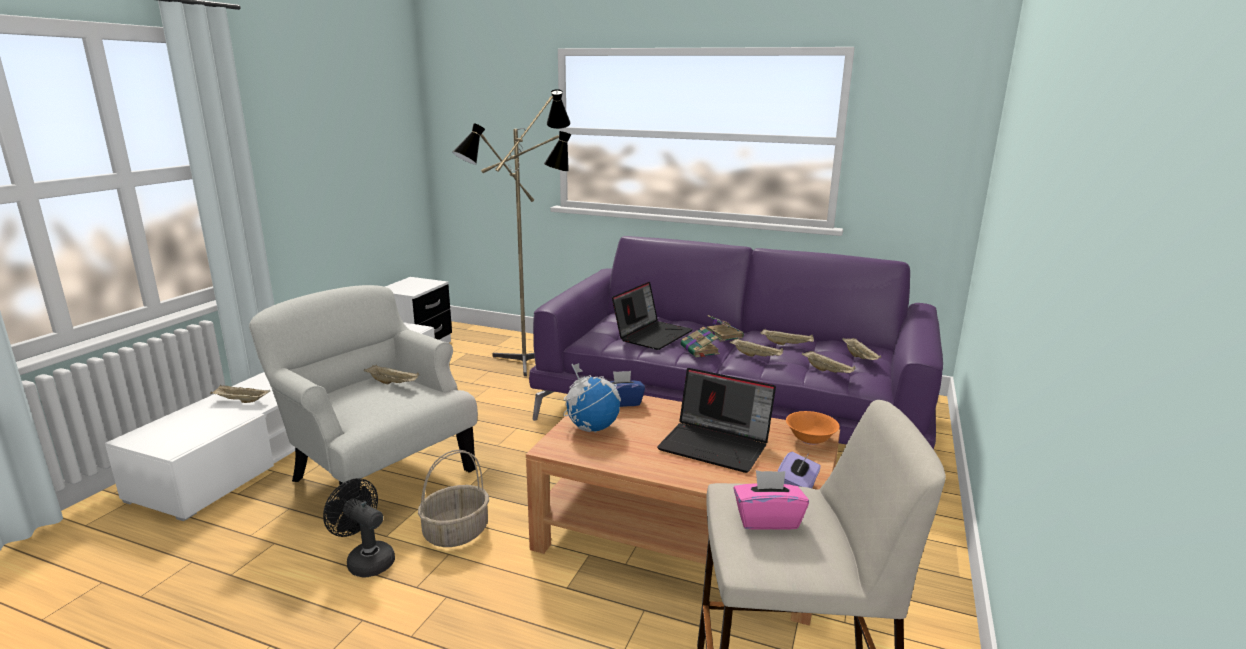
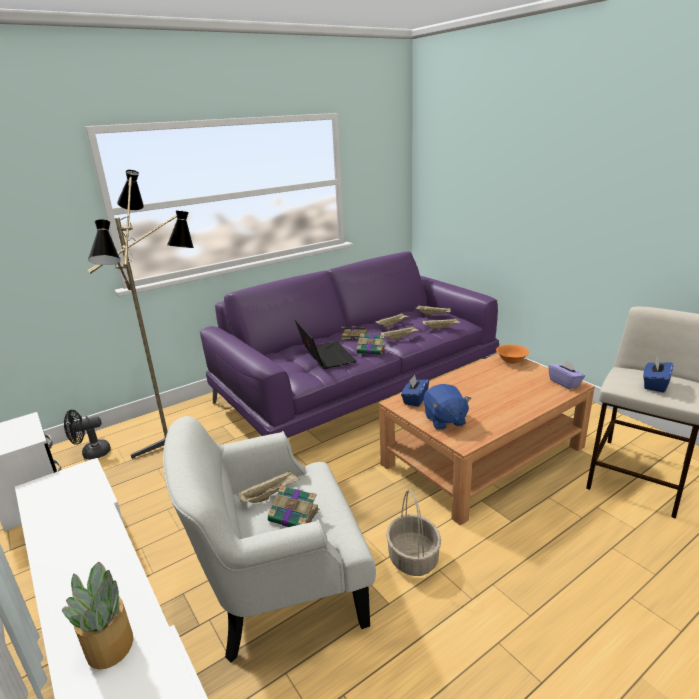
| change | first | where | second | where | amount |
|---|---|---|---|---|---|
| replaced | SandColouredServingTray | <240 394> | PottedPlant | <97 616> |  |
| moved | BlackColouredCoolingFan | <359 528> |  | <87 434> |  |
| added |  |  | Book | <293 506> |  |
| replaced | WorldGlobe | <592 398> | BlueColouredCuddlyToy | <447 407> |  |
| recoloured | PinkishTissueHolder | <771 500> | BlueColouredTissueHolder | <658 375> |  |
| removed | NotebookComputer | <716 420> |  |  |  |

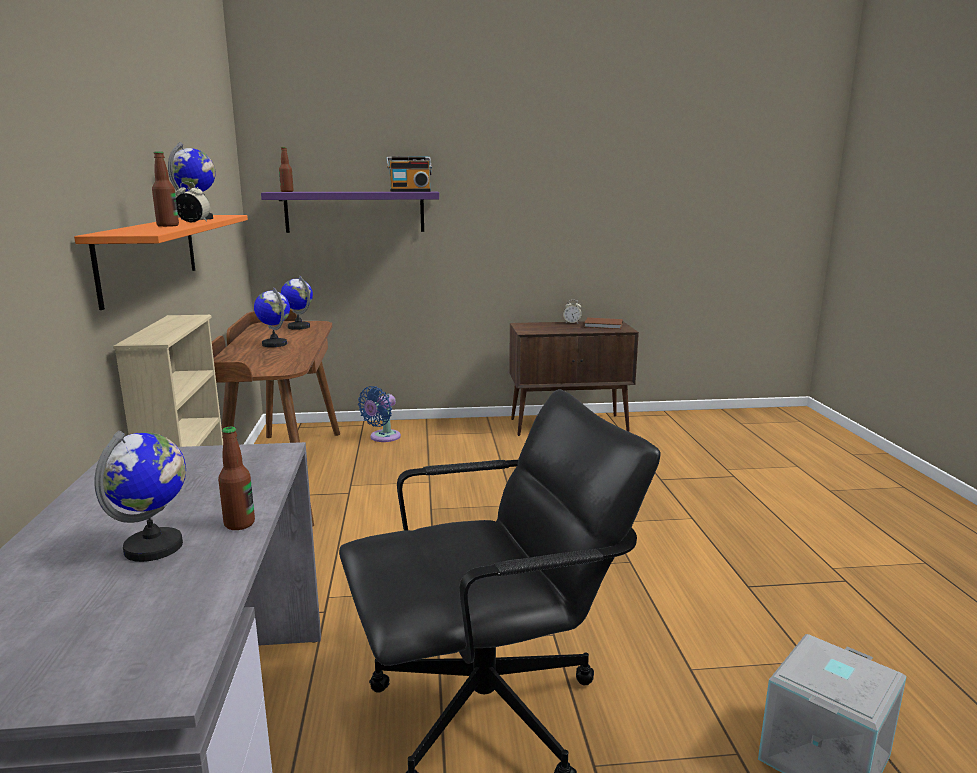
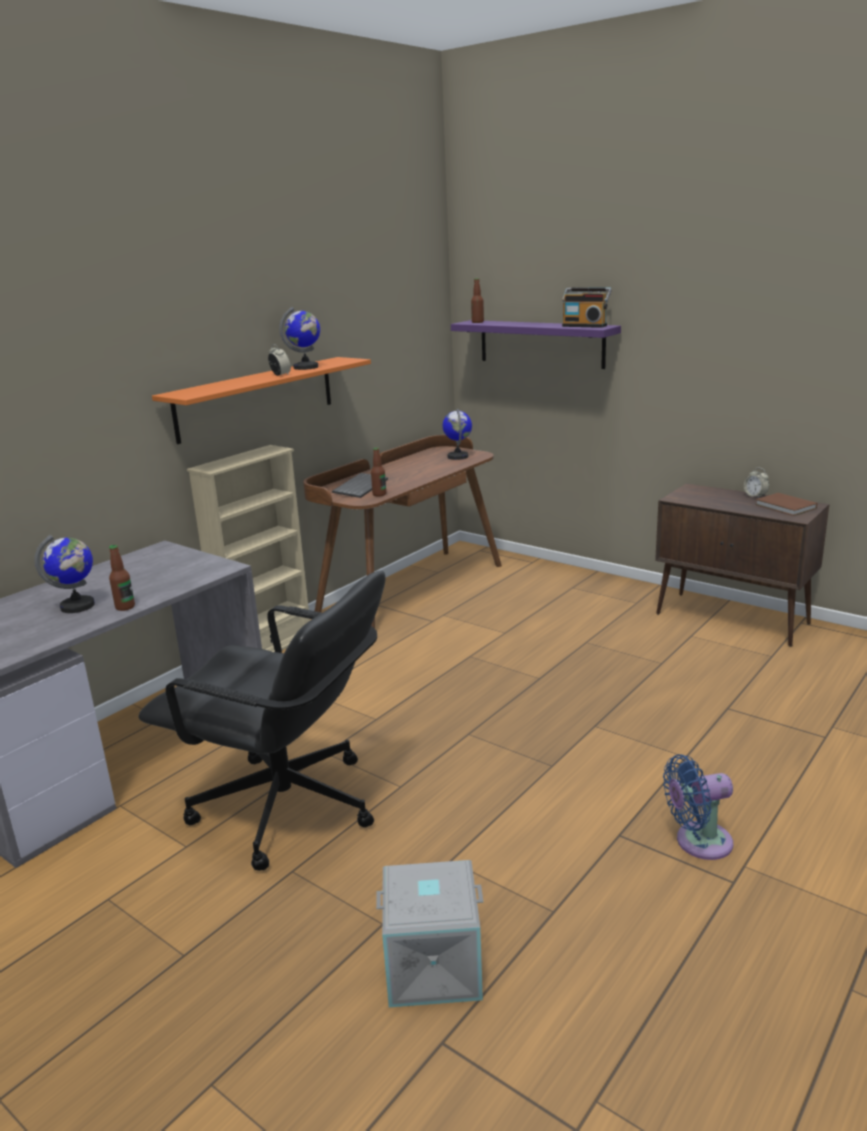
| change | first | where | second | where | amount |
|---|---|---|---|---|---|
| added |  |  | PcKeyboard | <360 485> |  |
| moved | DrinkBottle | <165 189> |  | <378 472> |  |
| moved | BlueColouredCoolingFan | <379 414> |  | <698 807> |  |
| removed | WorldGlobe | <272 317> |  |  |  |

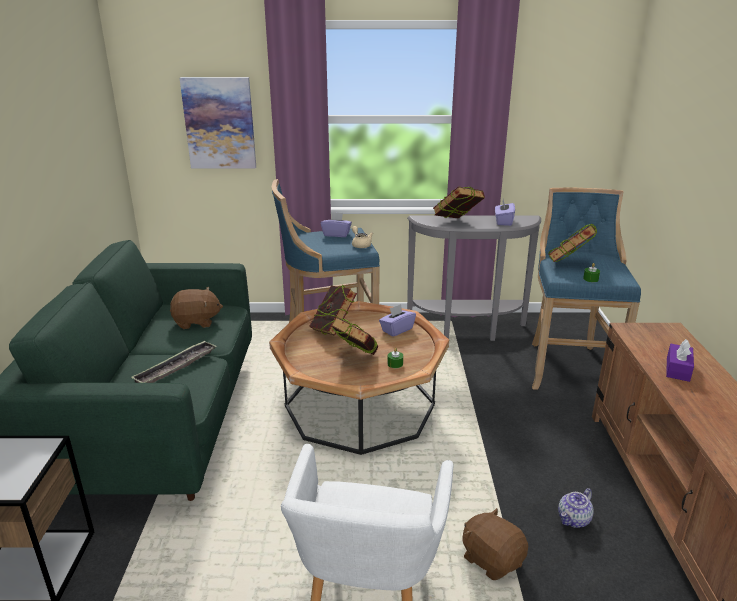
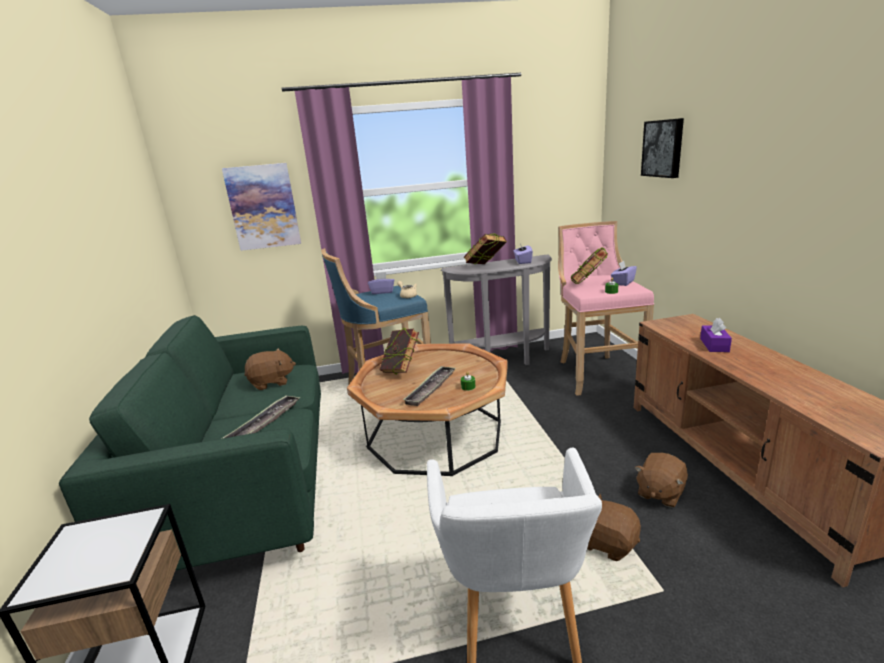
| change | first | where | second | where | amount |
|---|---|---|---|---|---|
| replaced | Book | <354 336> | ServingTray | <429 386> |  |
| recoloured | BlueColouredSittingStool | <586 289> | PinkishSittingStool | <606 308> |  |
| moved | PurplishTissueHolder | <397 320> |  | <624 273> |  |
| replaced | Teapot | <576 508> | BrownColouredCuddlyToy | <661 480> |  |
| added |  |  | Picture | <662 148> |  |

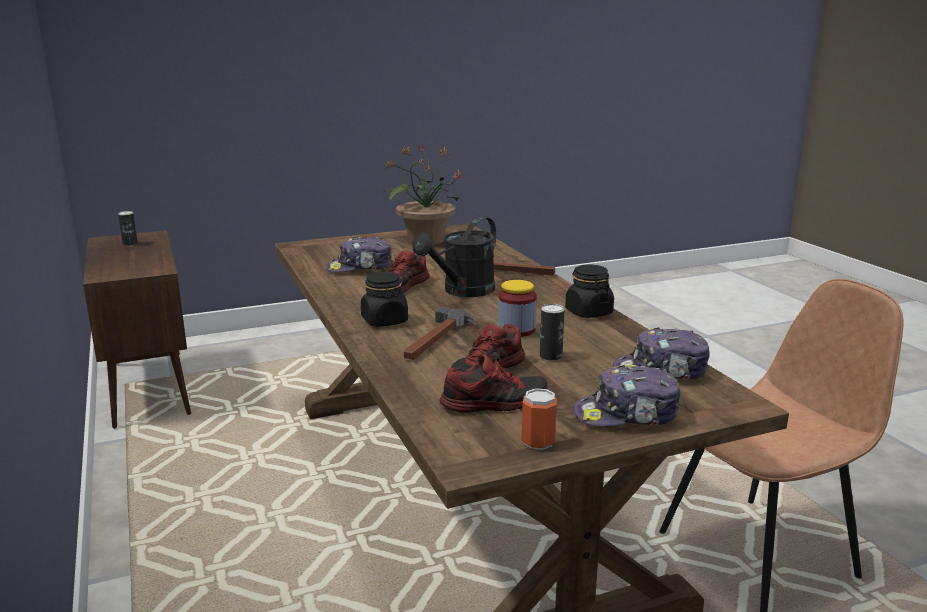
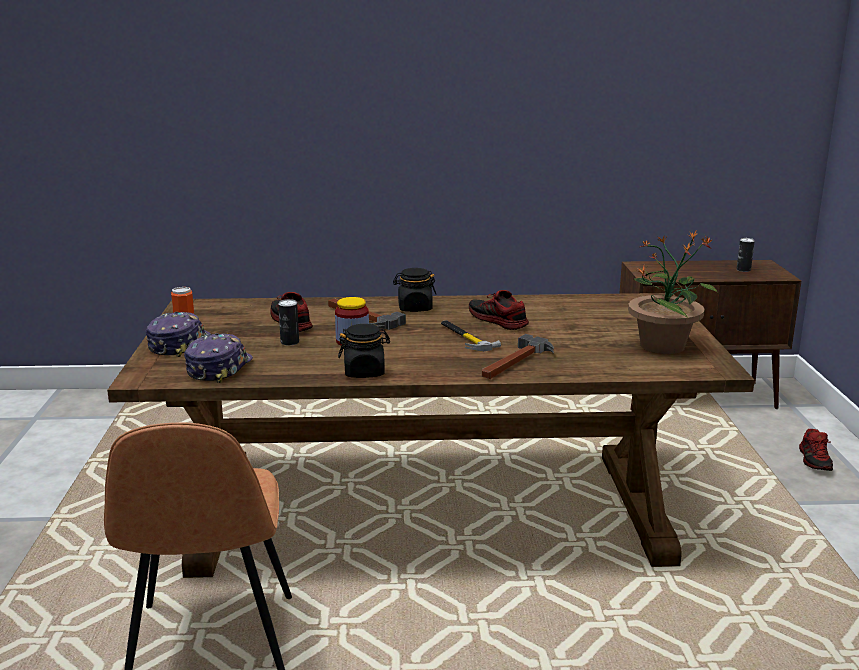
| change | first | where | second | where | amount |
|---|---|---|---|---|---|
| replaced | BlackColouredWateringPot | <454 257> | Hammer | <471 336> |  |
| moved | Shoe | <494 383> |  | <816 450> |  |
| removed | BaseballCap | <359 254> |  |  |  |

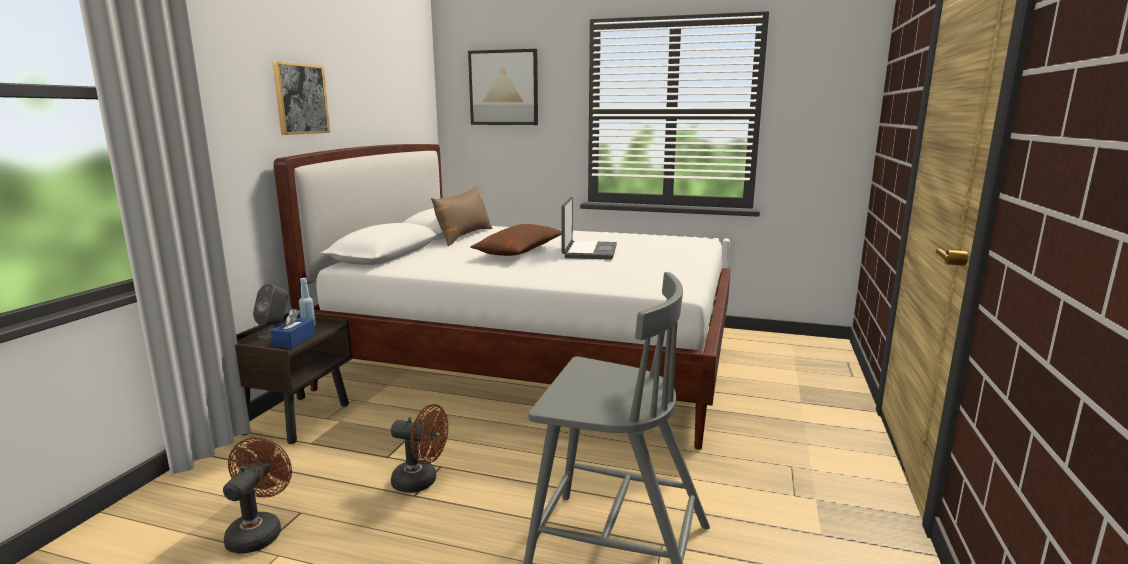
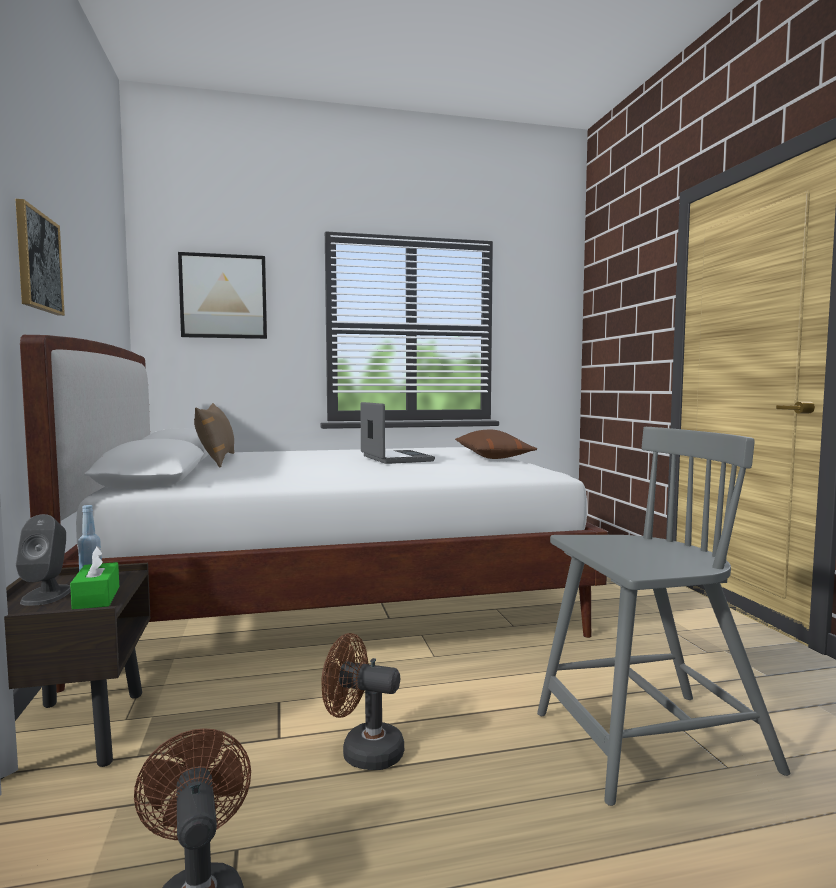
| change | first | where | second | where | amount |
|---|---|---|---|---|---|
| recoloured | BlueColouredTissueHolder | <292 329> | GreenishTissueHolder | <94 577> |  |
| turned | BrownColouredCoolingFan | <419 448> |  | <362 701> | 150 degrees counterclockwise |
| moved | BrownColouredCushion | <516 240> |  | <496 444> |  |

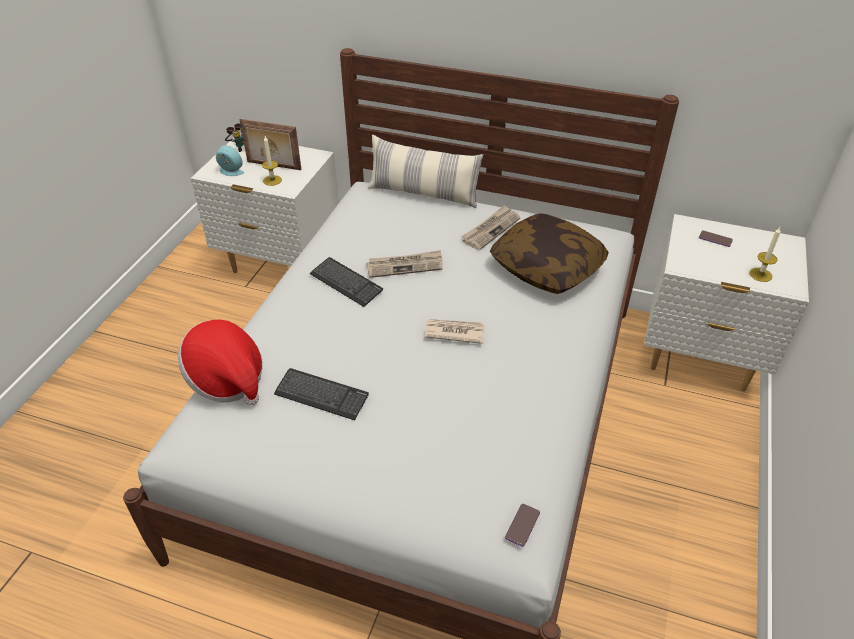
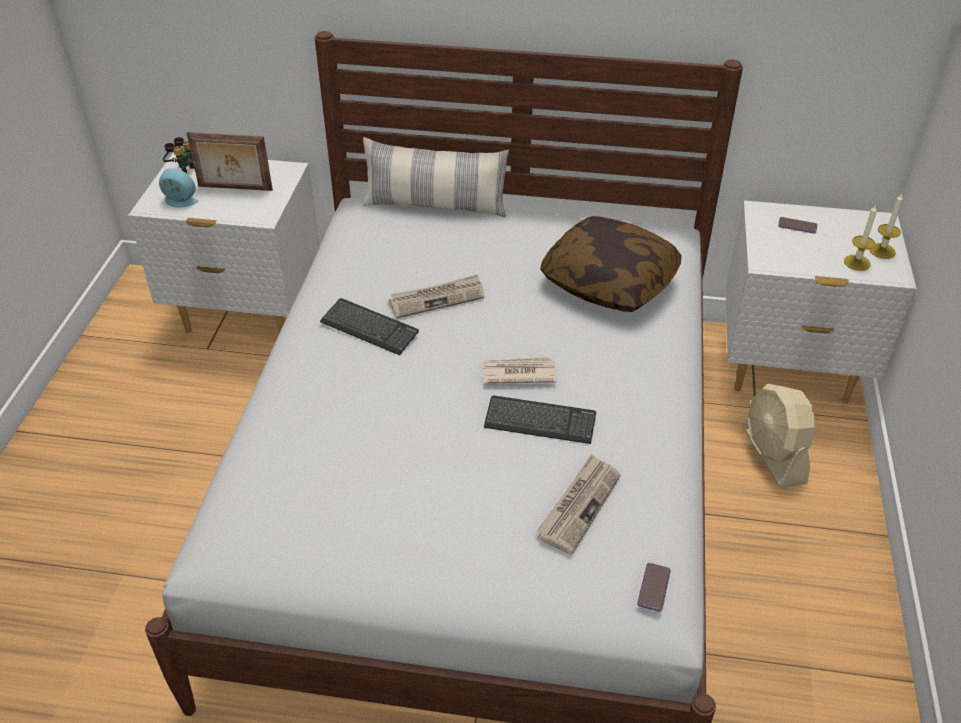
| change | first | where | second | where | amount |
|---|---|---|---|---|---|
| moved | PcKeyboard | <321 394> |  | <540 420> |  |
| moved | Newspaper | <491 227> |  | <579 504> |  |
| added |  |  | SandColouredCoolingFan | <779 436> |  |
| moved | WaxCandle | <272 161> |  | <886 226> |  |
| removed | Hat | <220 363> |  |  |  |

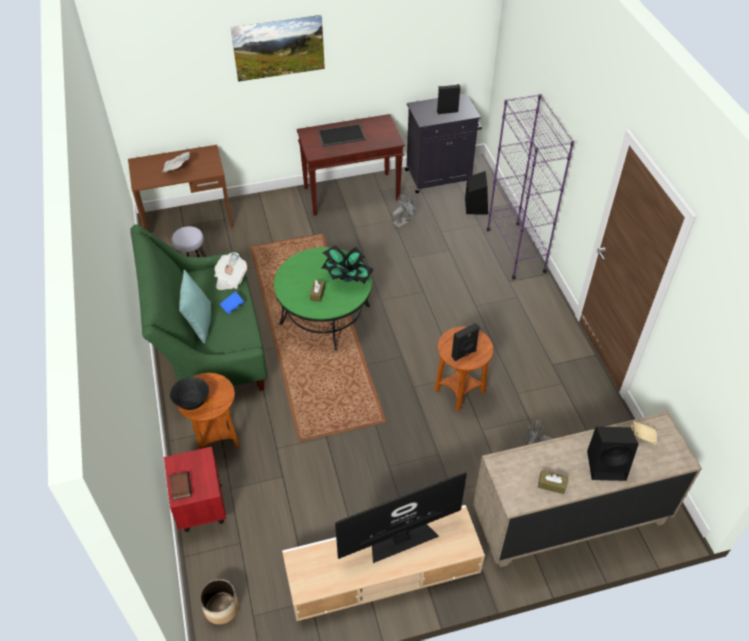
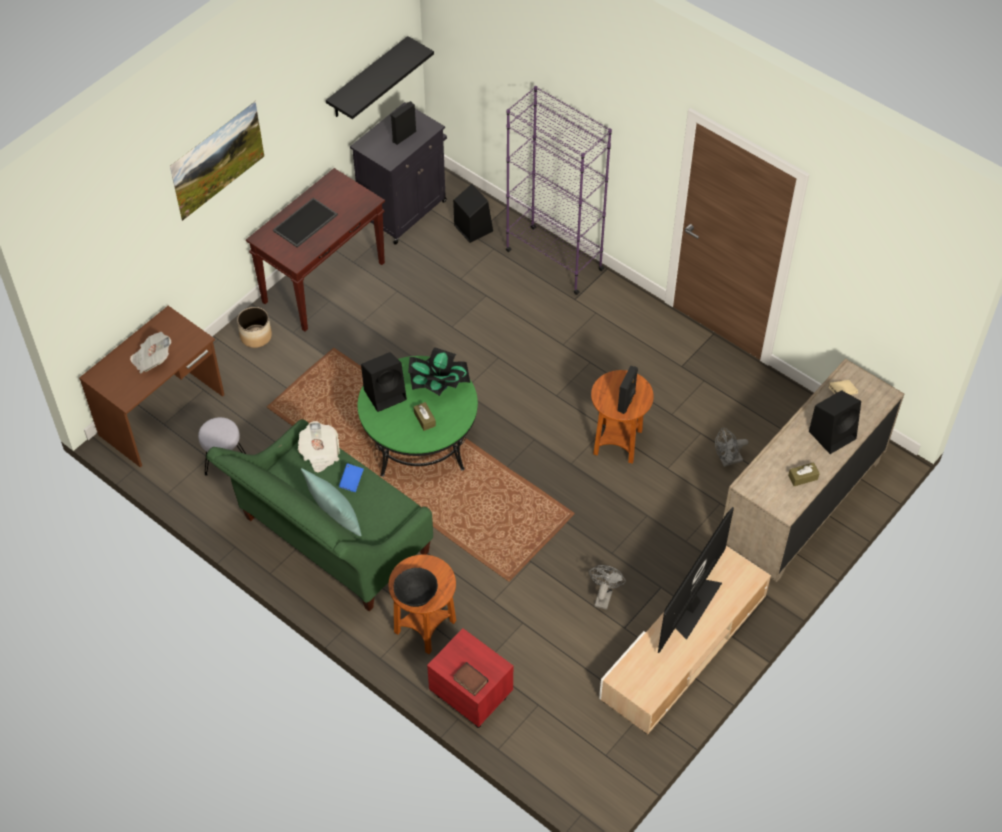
| change | first | where | second | where | amount |
|---|---|---|---|---|---|
| moved | PlantPot | <219 602> |  | <254 327> |  |
| added |  |  | BlackColouredShelf | <380 77> |  |
| added |  |  | BlackColouredAudioSpeaker | <384 382> |  |
| moved | GreyCoolingFan | <404 211> |  | <607 587> |  |

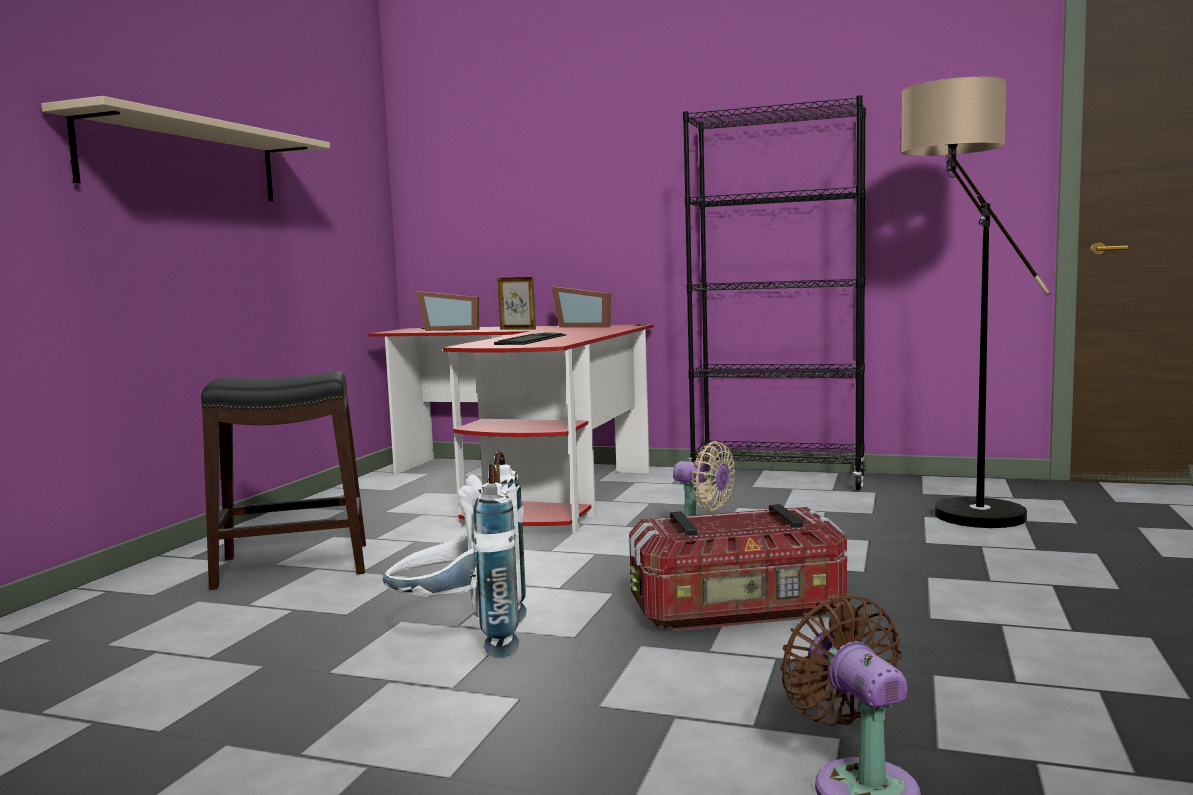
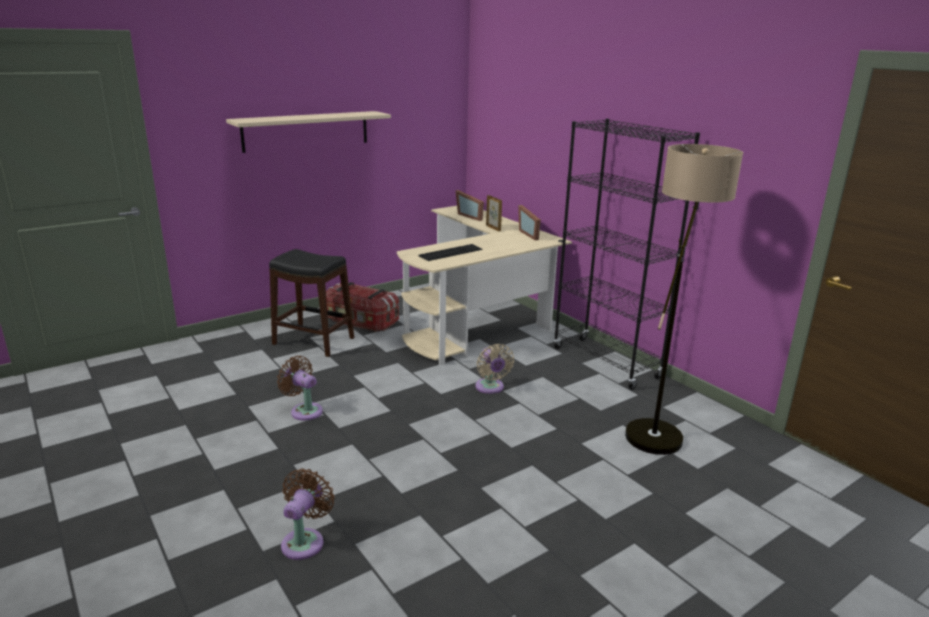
| change | first | where | second | where | amount |
|---|---|---|---|---|---|
| replaced | WhiteColouredRucksack | <455 554> | BrownColouredCoolingFan | <300 388> |  |
| moved | StorageBin | <738 567> |  | <362 307> |  |
| recoloured | RedDeskTable | <511 428> | SandColouredDeskTable | <484 285> |  |

